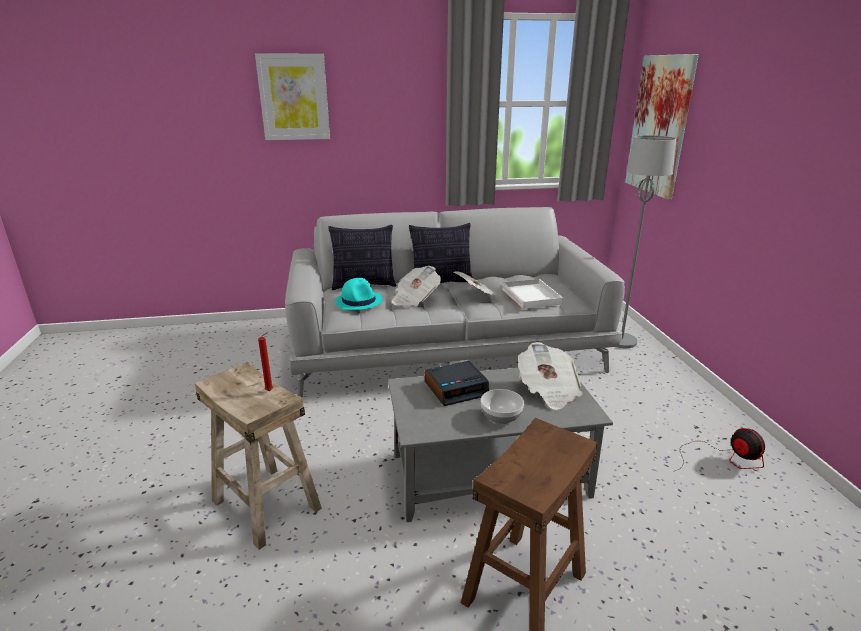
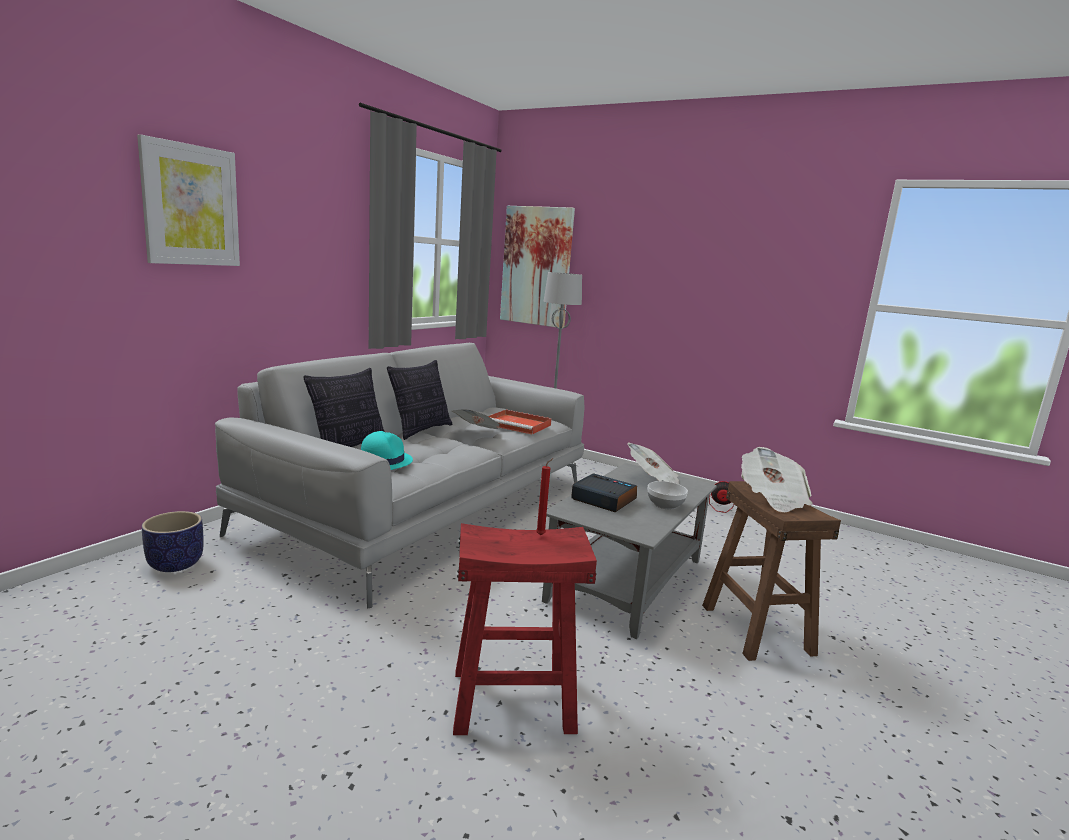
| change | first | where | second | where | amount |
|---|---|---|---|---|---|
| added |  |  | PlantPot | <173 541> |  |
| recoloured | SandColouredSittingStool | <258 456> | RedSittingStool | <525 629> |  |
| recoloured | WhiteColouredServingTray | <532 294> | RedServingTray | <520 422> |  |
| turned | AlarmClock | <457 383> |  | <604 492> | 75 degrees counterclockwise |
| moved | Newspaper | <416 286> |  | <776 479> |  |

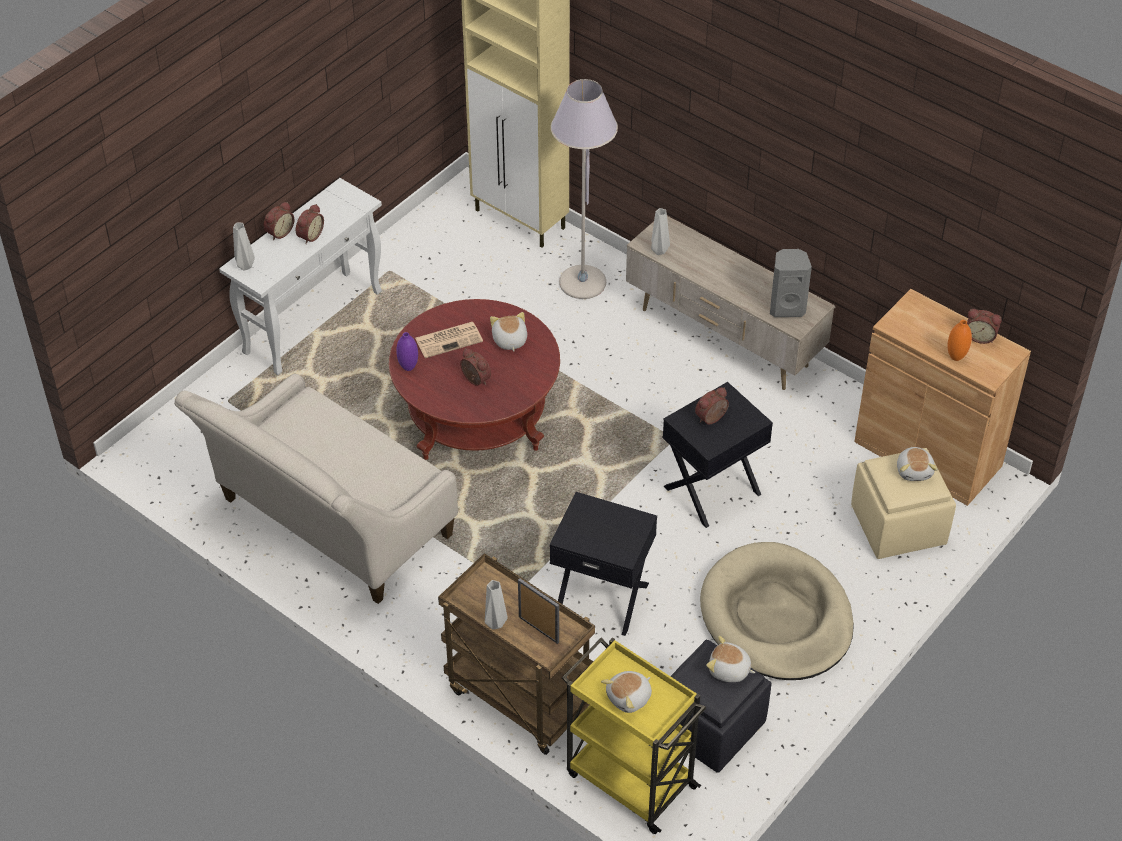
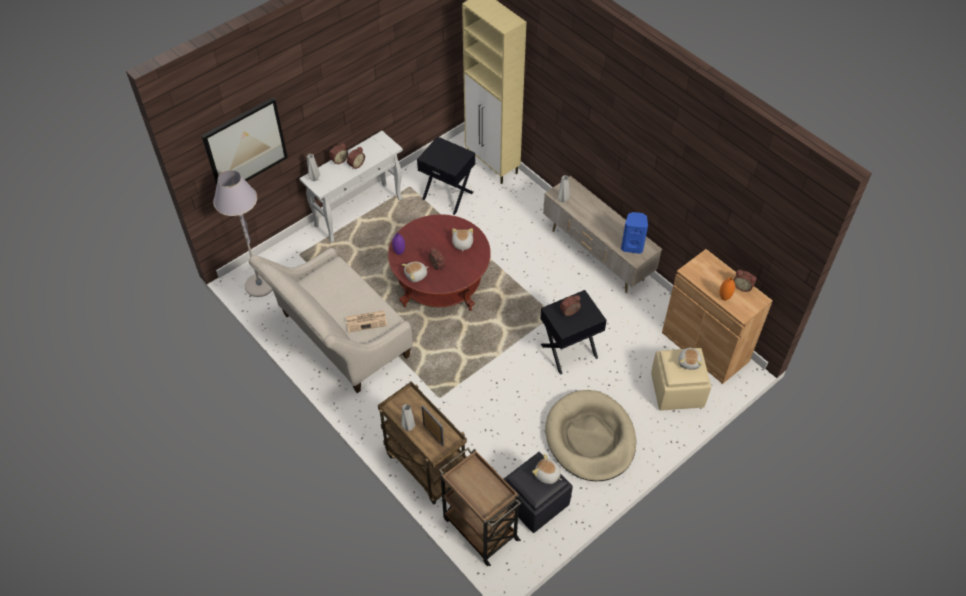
| change | first | where | second | where | amount |
|---|---|---|---|---|---|
| added |  |  | Picture | <245 142> |  |
| moved | GreyFloorLamp | <584 189> |  | <243 233> |  |
| moved | Newspaper | <449 340> |  | <366 321> |  |
| moved | CuddlyToy | <626 692> |  | <415 272> |  |
| moved | BlackColouredEndTable | <603 564> |  | <446 175> |  |
| recoloured | YellowWheeledCart | <634 735> | BrownColouredWheeledCart | <480 507> |  |
| recoloured | GreyAudioSpeaker | <791 283> | BlueColouredAudioSpeaker | <634 233> |  |

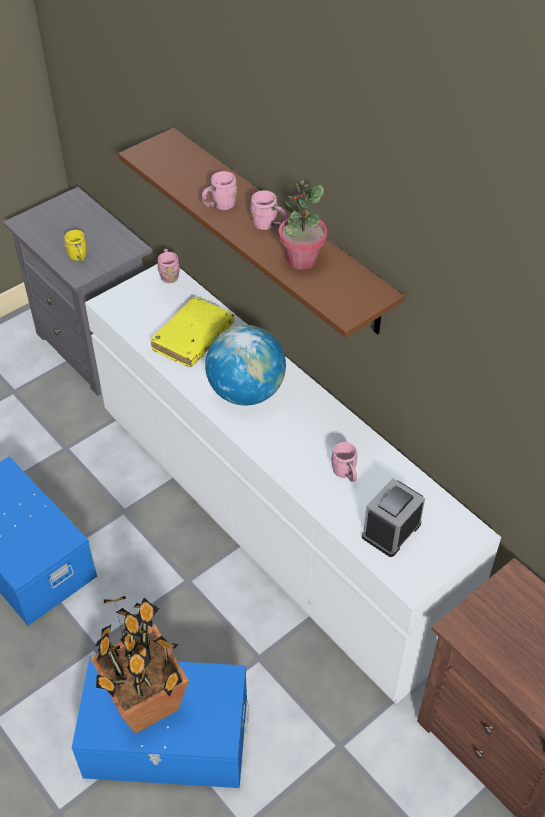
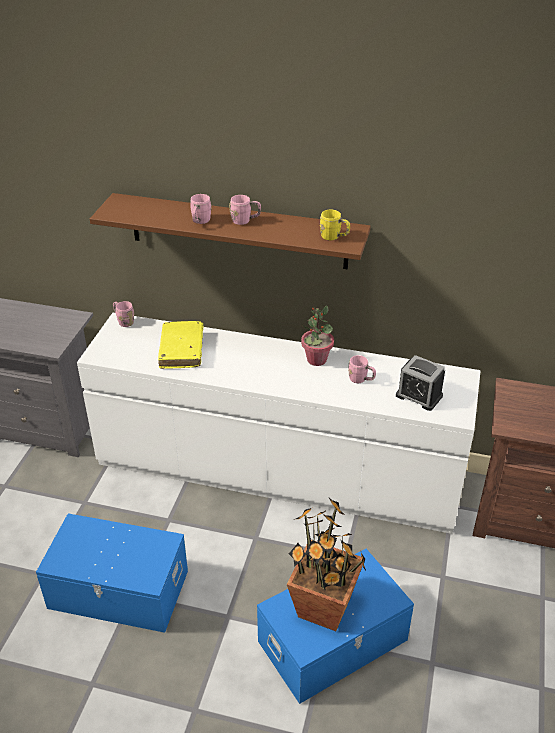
| change | first | where | second | where | amount |
|---|---|---|---|---|---|
| moved | PottedPlant | <303 225> |  | <317 335> |  |
| moved | YellowTeaMug | <75 245> |  | <335 225> |  |
| turned | AlarmClock | <393 517> |  | <420 383> | 60 degrees counterclockwise |
| removed | WorldGlobe | <245 365> |  |  |  |

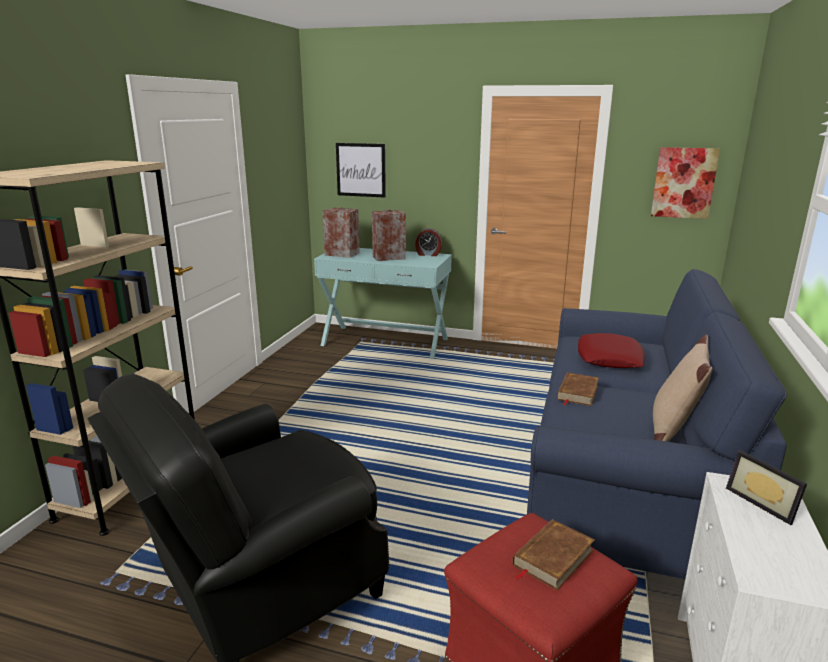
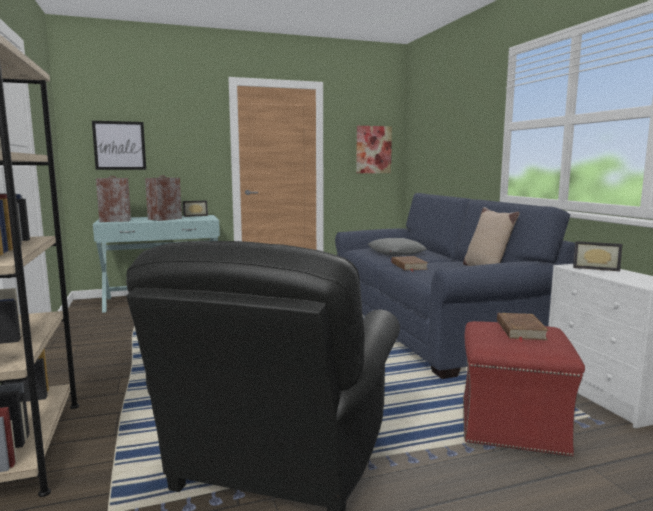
| change | first | where | second | where | amount |
|---|---|---|---|---|---|
| replaced | AlarmClock | <428 242> | PictureFrame | <195 208> |  |
| recoloured | RedCushion | <611 350> | GreyCushion | <397 246> |  |

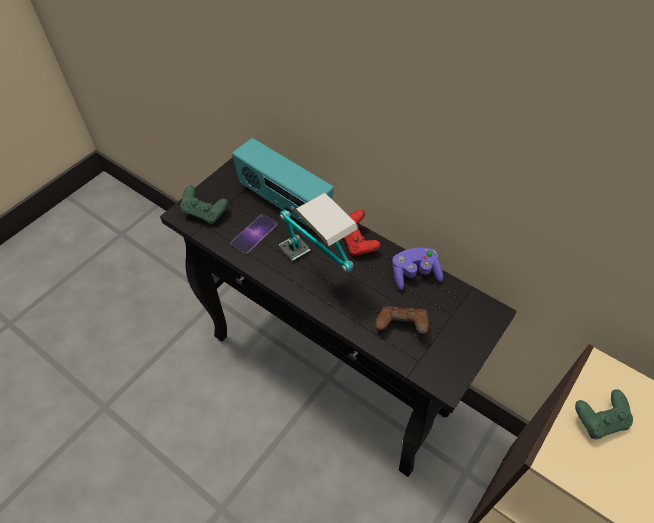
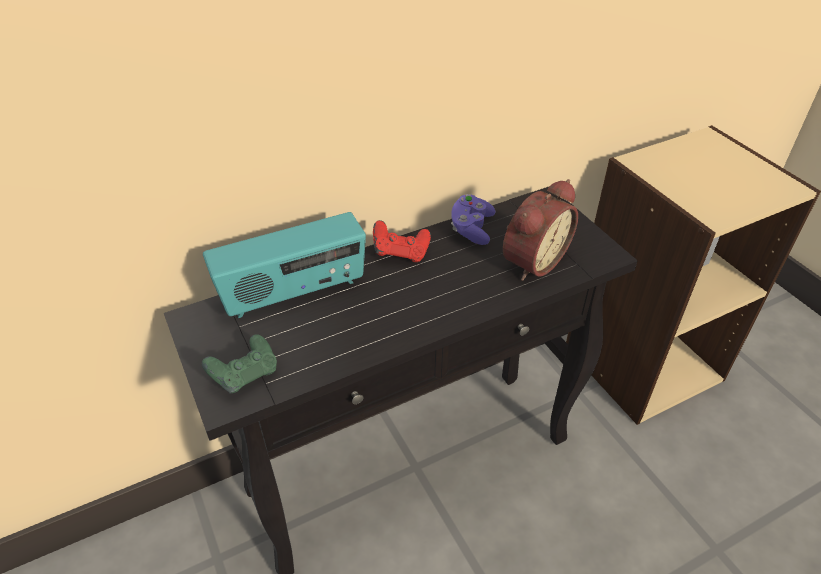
| change | first | where | second | where | amount |
|---|---|---|---|---|---|
| replaced | BrownColouredGamepad | <402 320> | AlarmClock | <540 230> |  |
| removed | Telephone | <254 234> |  |  |  |
| removed | TabletopLamp | <318 233> |  |  |  |
| removed | GreenishGamepad | <604 414> |  |  |  |

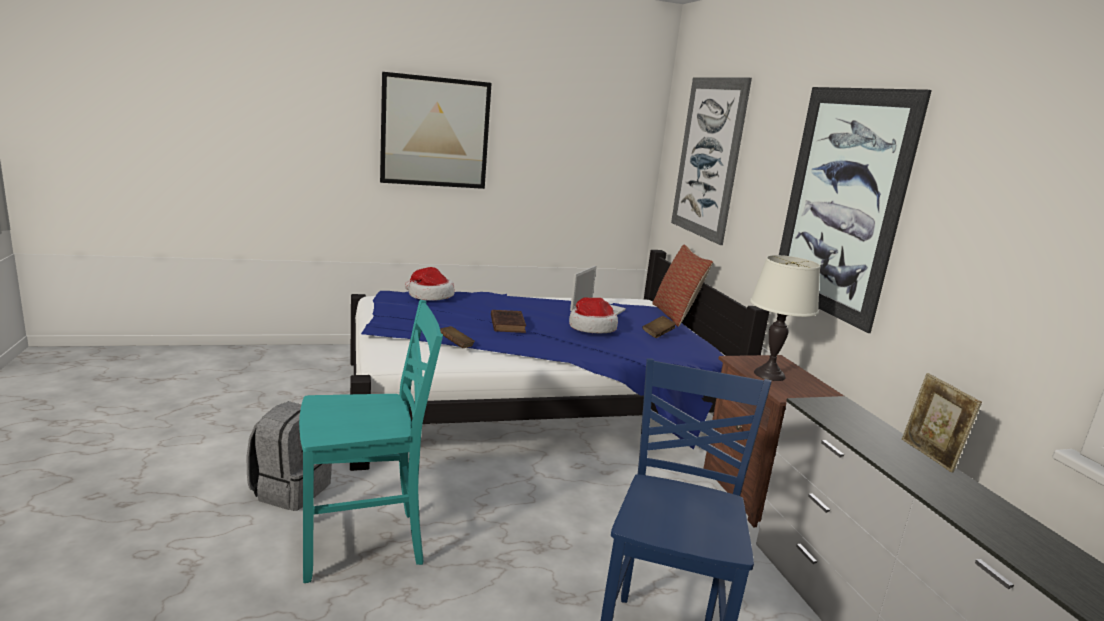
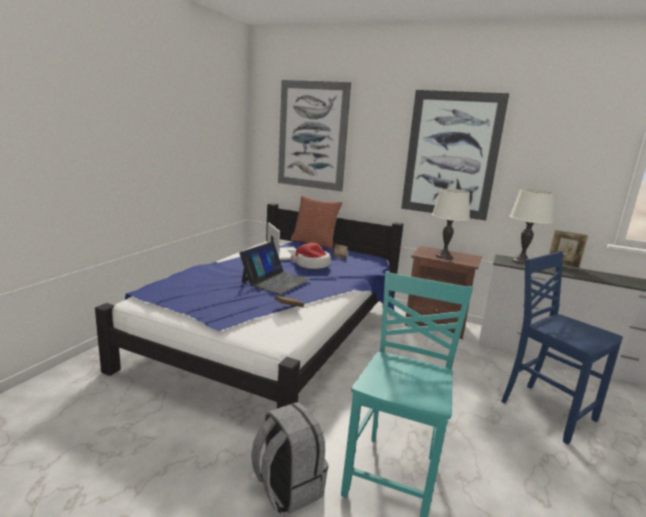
| change | first | where | second | where | amount |
|---|---|---|---|---|---|
| replaced | BrownColouredBook | <508 321> | NotebookComputer | <274 268> |  |
| added |  |  | WhiteColouredTabletopLamp | <532 227> |  |
| removed | Picture | <436 130> |  |  |  |
| removed | Hat | <430 284> |  |  |  |

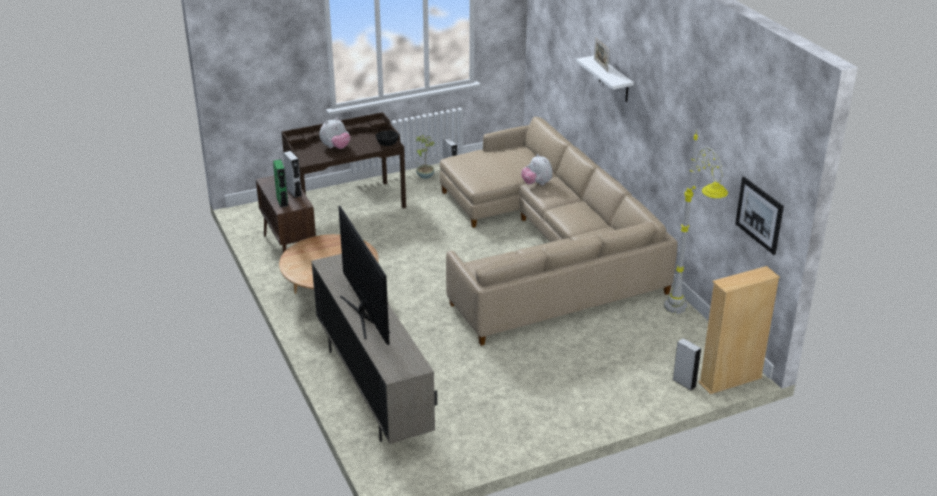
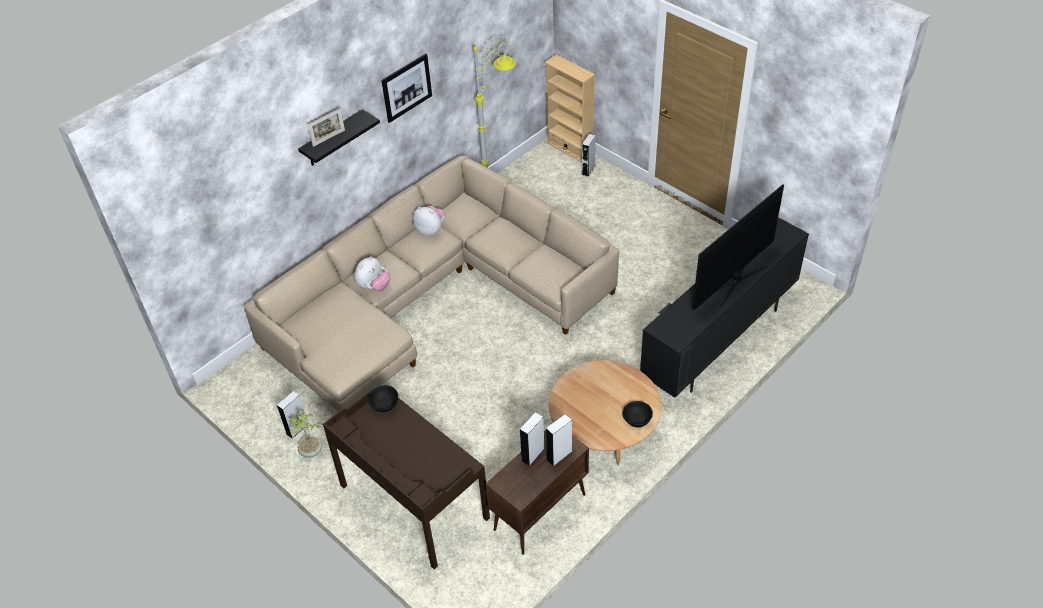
| change | first | where | second | where | amount |
|---|---|---|---|---|---|
| recoloured | WhiteColouredShelf | <605 79> | BlackColouredShelf | <339 137> |  |
| moved | Picture | <759 216> |  | <406 88> |  |
| moved | CuddlyToy | <335 133> |  | <428 220> |  |
| recoloured | GreenishAudioSpeaker | <280 183> | GreyAudioSpeaker | <559 440> |  |
| added |  |  | BlackColouredBowl | <637 414> |  |
| recoloured | SandColouredTvUnit | <374 349> | BlackColouredTvUnit | <724 307> |  |

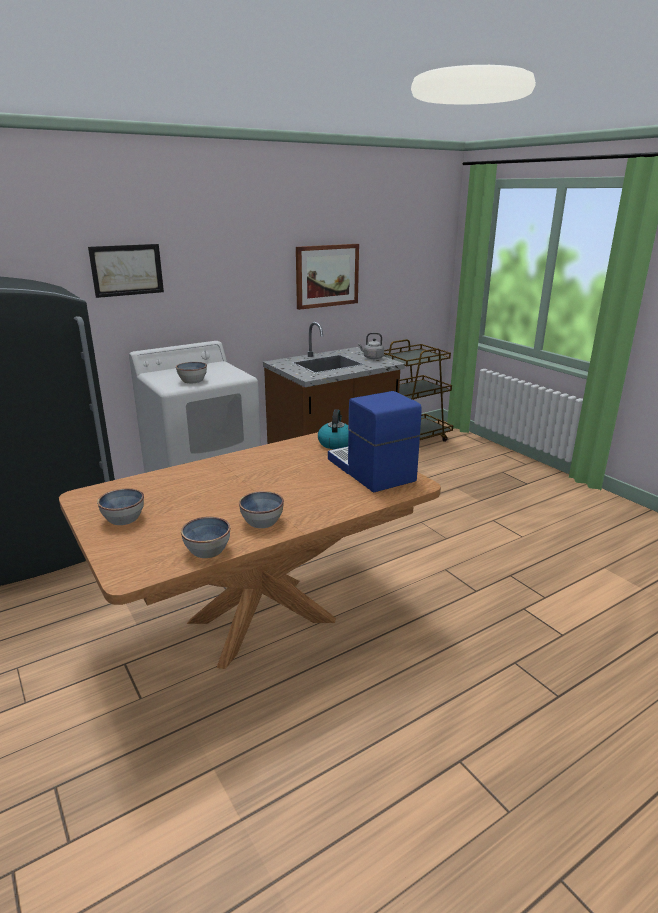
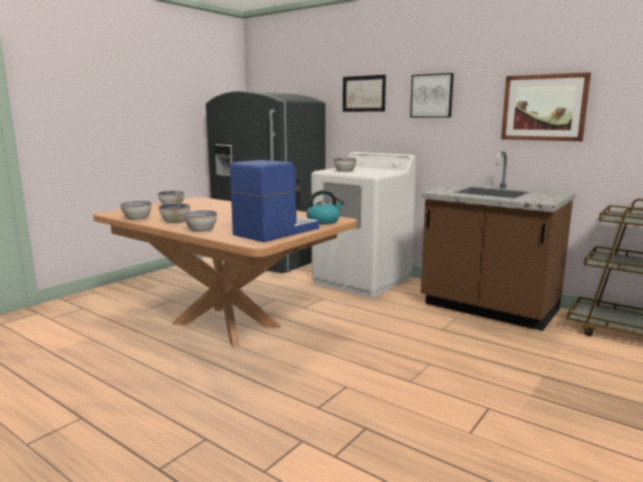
| change | first | where | second | where | amount |
|---|---|---|---|---|---|
| added |  |  | Bowl | <200 221> |  |
| added |  |  | Picture | <432 95> |  |
| removed | GreyTeaKettle | <371 346> |  |  |  |

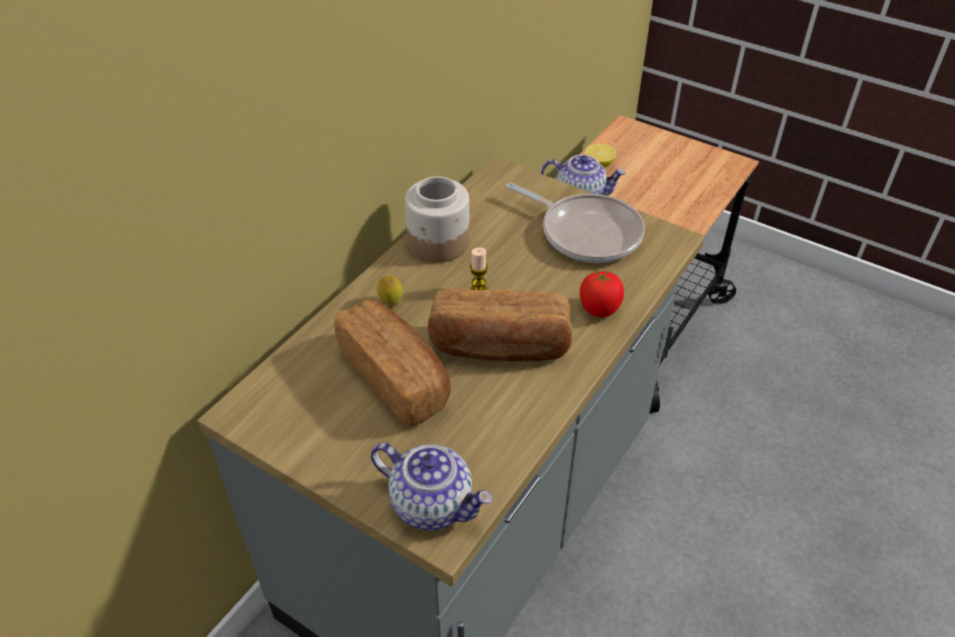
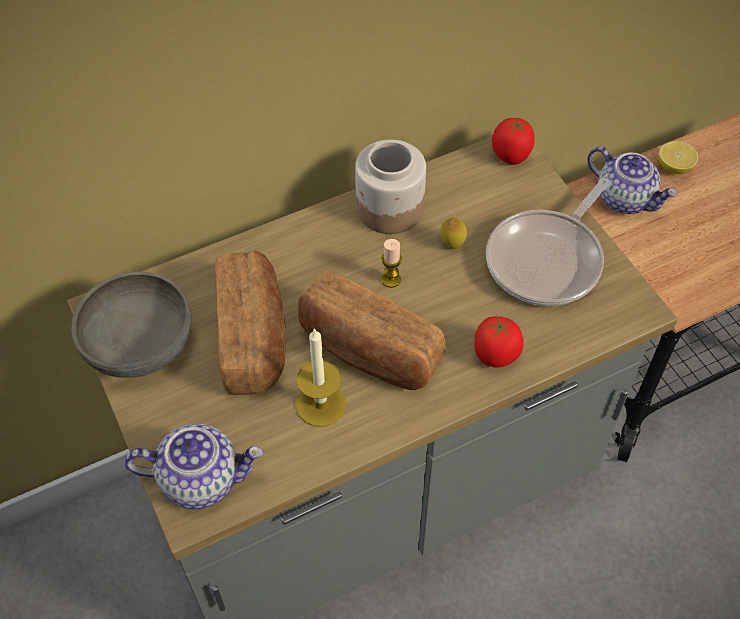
| change | first | where | second | where | amount |
|---|---|---|---|---|---|
| added |  |  | GreyBowl | <131 325> |  |
| turned | Teapot | <432 486> |  | <193 466> | 60 degrees counterclockwise |
| added |  |  | WaxCandle | <321 377> |  |
| moved | CitrusFruit | <390 291> |  | <453 233> |  |
| turned | Pan | <575 222> |  | <548 242> | 60 degrees clockwise |
| added |  |  | WholeTomato | <513 141> |  |

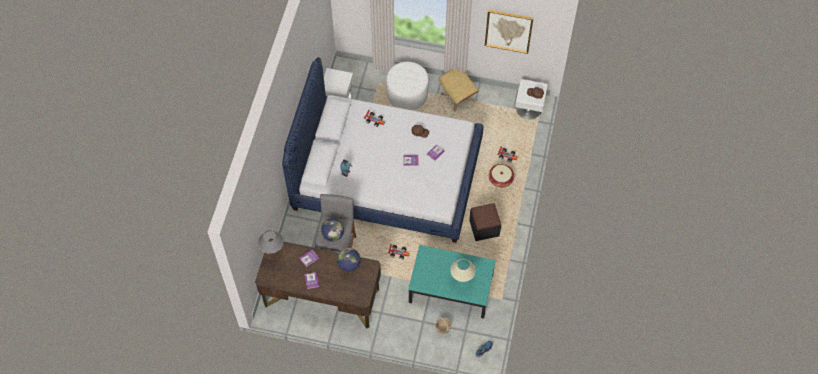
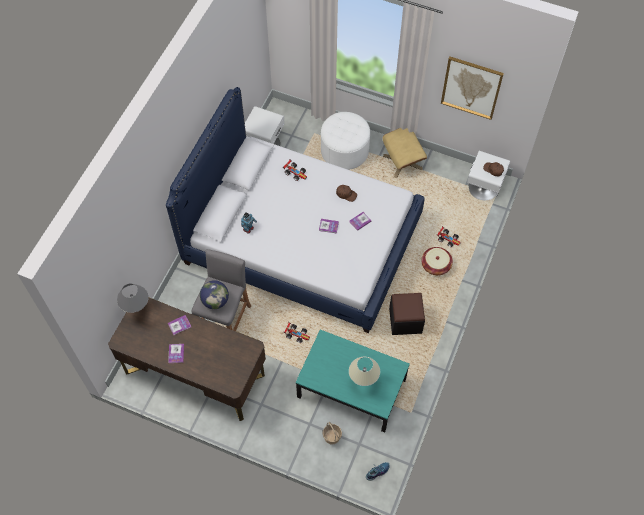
| change | first | where | second | where | amount |
|---|---|---|---|---|---|
| removed | WorldGlobe | <349 260> |  |  |  |

